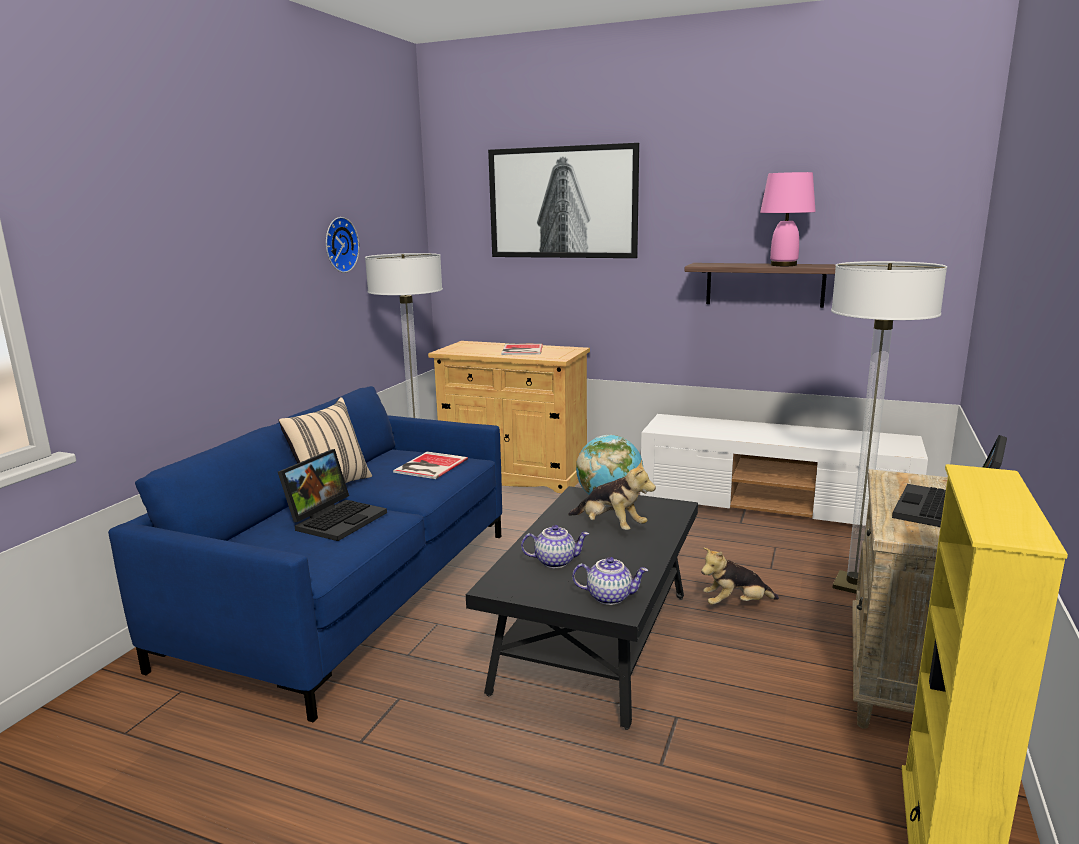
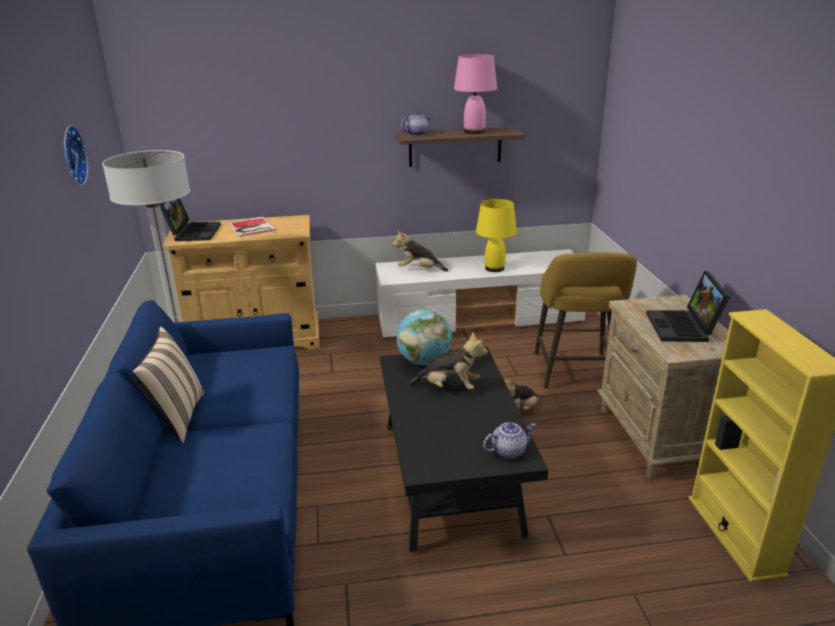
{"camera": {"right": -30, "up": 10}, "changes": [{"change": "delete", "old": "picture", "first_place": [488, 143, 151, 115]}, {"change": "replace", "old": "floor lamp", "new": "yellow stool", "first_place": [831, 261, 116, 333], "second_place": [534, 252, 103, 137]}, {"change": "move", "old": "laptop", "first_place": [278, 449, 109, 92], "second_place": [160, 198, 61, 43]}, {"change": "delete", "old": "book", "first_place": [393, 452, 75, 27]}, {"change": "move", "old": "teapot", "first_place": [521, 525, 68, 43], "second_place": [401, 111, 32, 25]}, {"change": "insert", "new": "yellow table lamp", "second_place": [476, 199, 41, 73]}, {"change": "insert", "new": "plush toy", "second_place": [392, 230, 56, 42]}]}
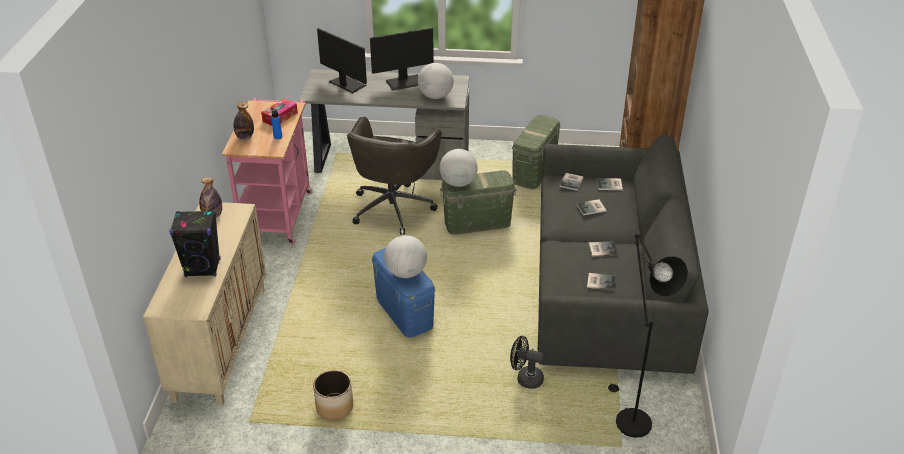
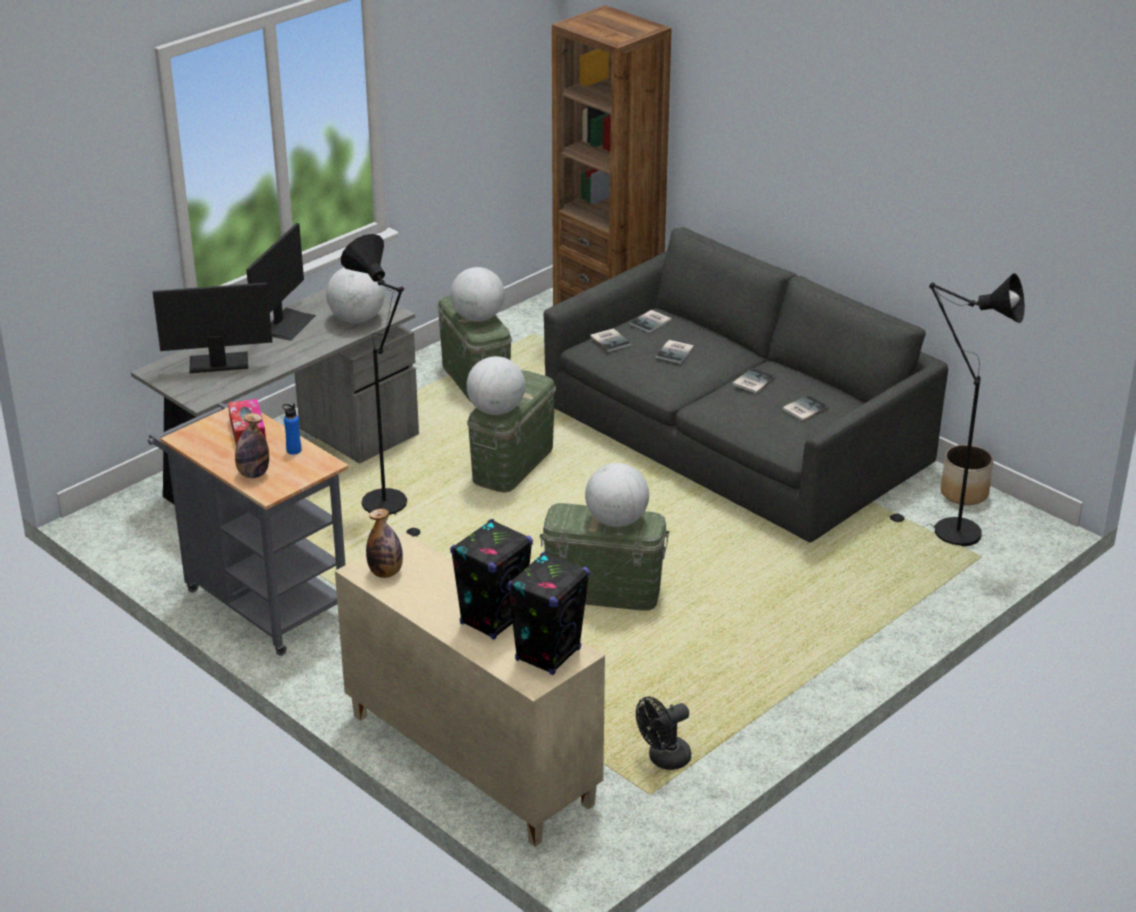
{"camera": {"right": -50, "up": -5}, "changes": [{"change": "recolor", "old": "pink cart", "new": "grey cart", "first_place": [222, 98, 91, 146], "second_place": [148, 402, 201, 254]}, {"change": "replace", "old": "grey office chair", "new": "black floor lamp", "first_place": [347, 117, 95, 118], "second_place": [341, 234, 80, 303]}, {"change": "recolor", "old": "blue storage box", "new": "green storage box", "first_place": [372, 248, 63, 89], "second_place": [540, 503, 129, 108]}, {"change": "move", "old": "black fan", "first_place": [510, 336, 34, 53], "second_place": [636, 697, 55, 73]}, {"change": "move", "old": "planter", "first_place": [313, 370, 40, 50], "second_place": [941, 445, 52, 60]}, {"change": "insert", "new": "globe", "second_place": [450, 267, 55, 55]}, {"change": "insert", "new": "black speaker", "second_place": [507, 551, 83, 124]}]}
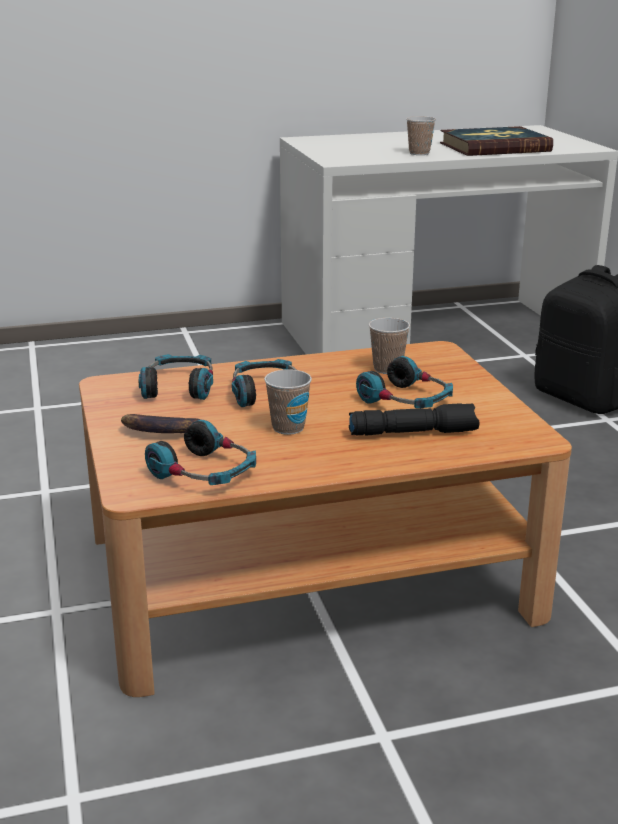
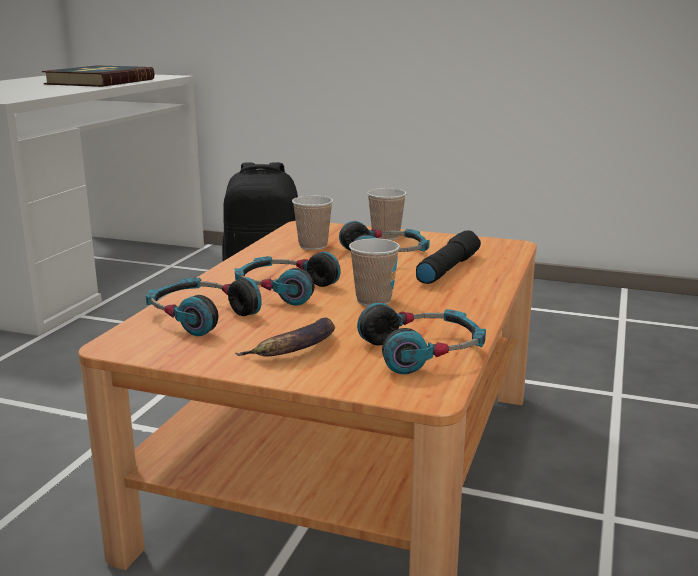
{"camera": {"right": -55, "up": -5}, "changes": [{"change": "move", "old": "cup", "first_place": [406, 116, 30, 39], "second_place": [367, 188, 40, 52]}]}
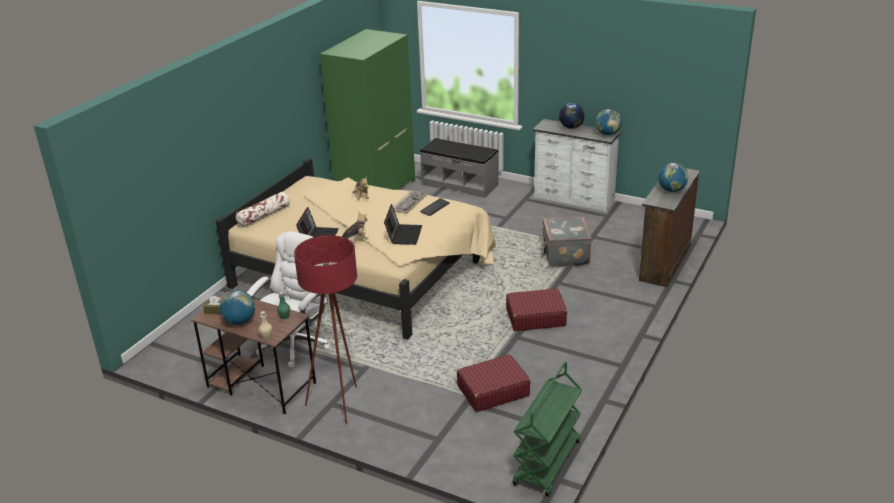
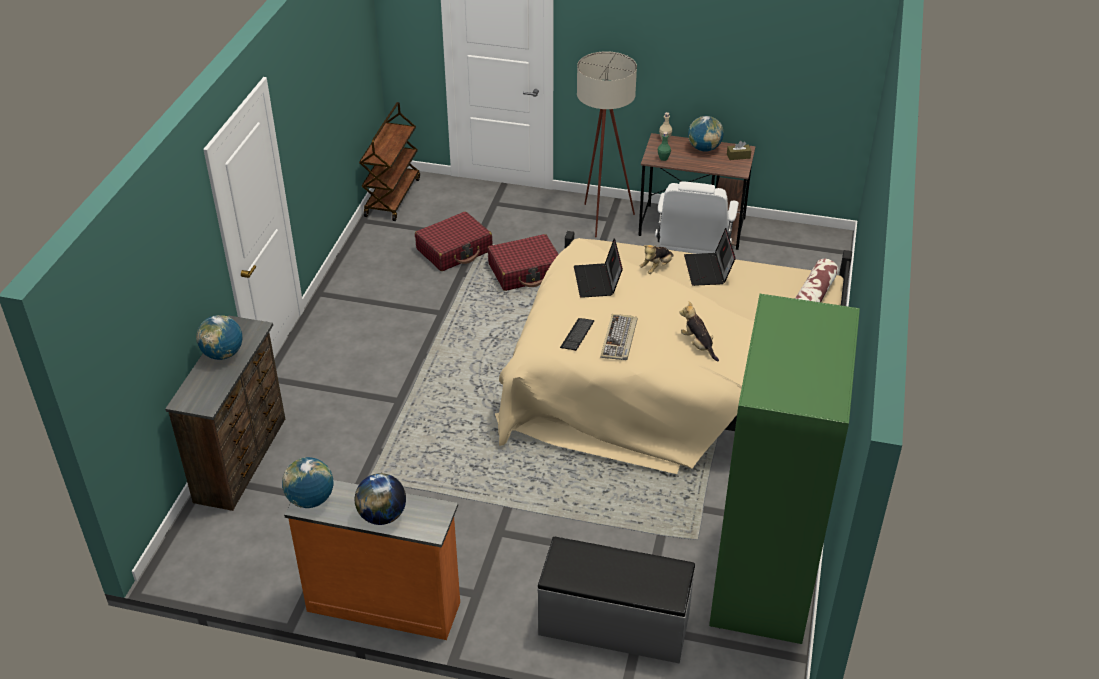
{"camera": {"right": 165, "up": 10}, "changes": [{"change": "recolor", "old": "white dresser", "new": "orange dresser", "first_place": [533, 119, 88, 93], "second_place": [284, 480, 176, 160]}, {"change": "delete", "old": "grey suitcase", "first_place": [542, 217, 49, 51]}, {"change": "recolor", "old": "red floor lamp", "new": "beige floor lamp", "first_place": [294, 235, 63, 190], "second_place": [577, 51, 60, 186]}, {"change": "move", "old": "red suitcase", "first_place": [506, 288, 61, 43], "second_place": [487, 234, 72, 57]}, {"change": "recolor", "old": "green cart", "new": "brown cart", "first_place": [513, 362, 69, 135], "second_place": [359, 102, 61, 119]}]}
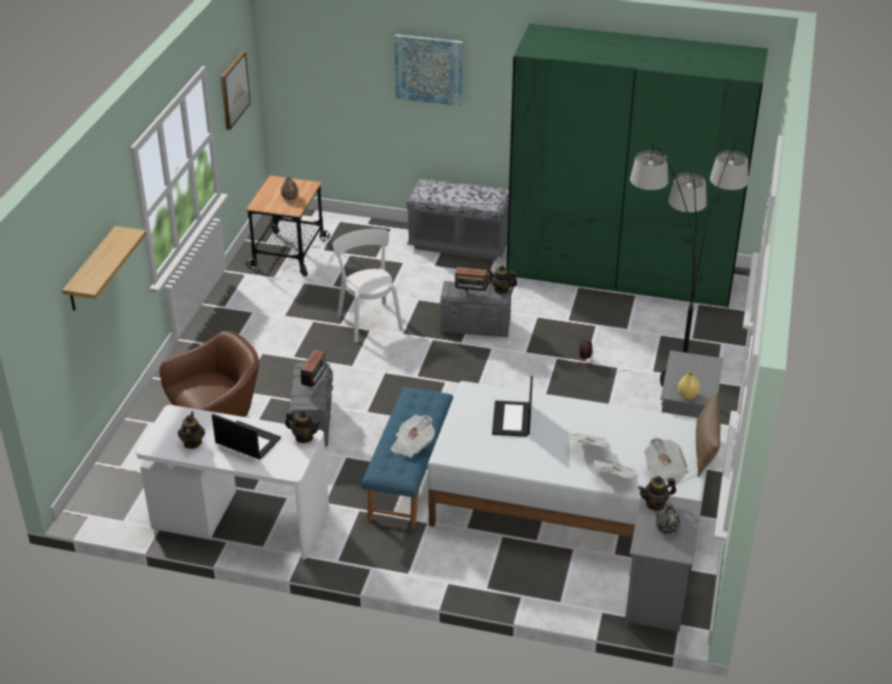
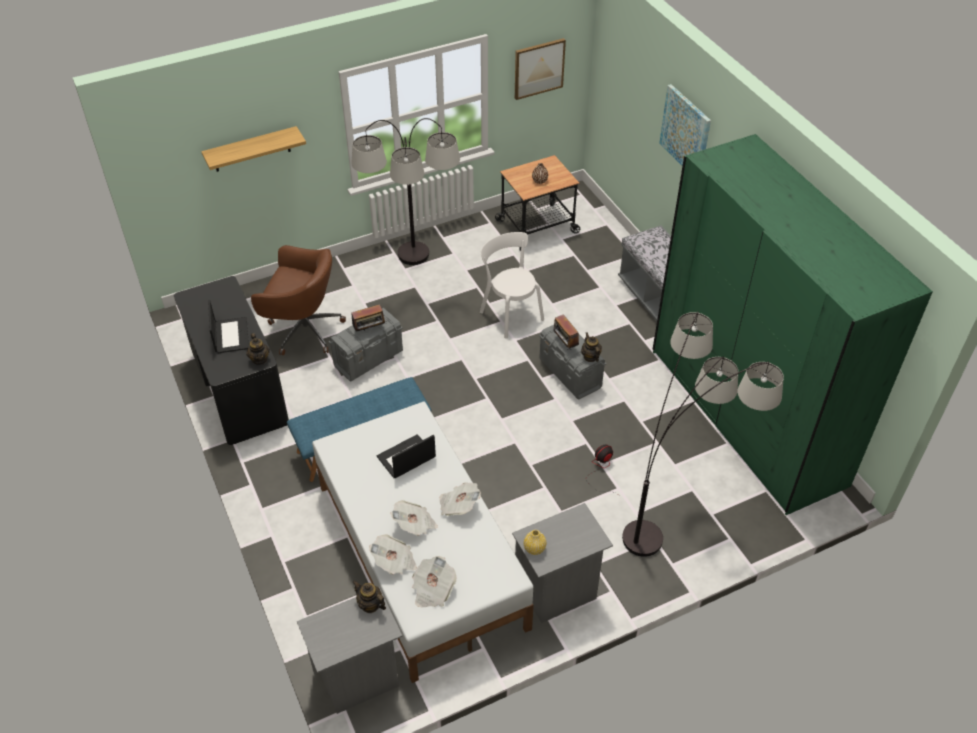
{"camera": {"right": 50, "up": 10}, "changes": [{"change": "rotate", "old": "white chair", "first_place": [333, 229, 70, 113], "second_place": [480, 232, 64, 107], "degrees": -60}, {"change": "delete", "old": "brown pillow", "first_place": [696, 392, 24, 85]}, {"change": "recolor", "old": "white desk", "new": "black desk", "first_place": [136, 405, 193, 155], "second_place": [174, 276, 115, 169]}, {"change": "delete", "old": "teapot", "first_place": [178, 411, 27, 38]}, {"change": "move", "old": "newspaper", "first_place": [391, 415, 44, 43], "second_place": [439, 482, 42, 34]}, {"change": "delete", "old": "black vase", "first_place": [656, 504, 25, 30]}, {"change": "insert", "new": "floor lamp", "second_place": [352, 118, 108, 147]}]}
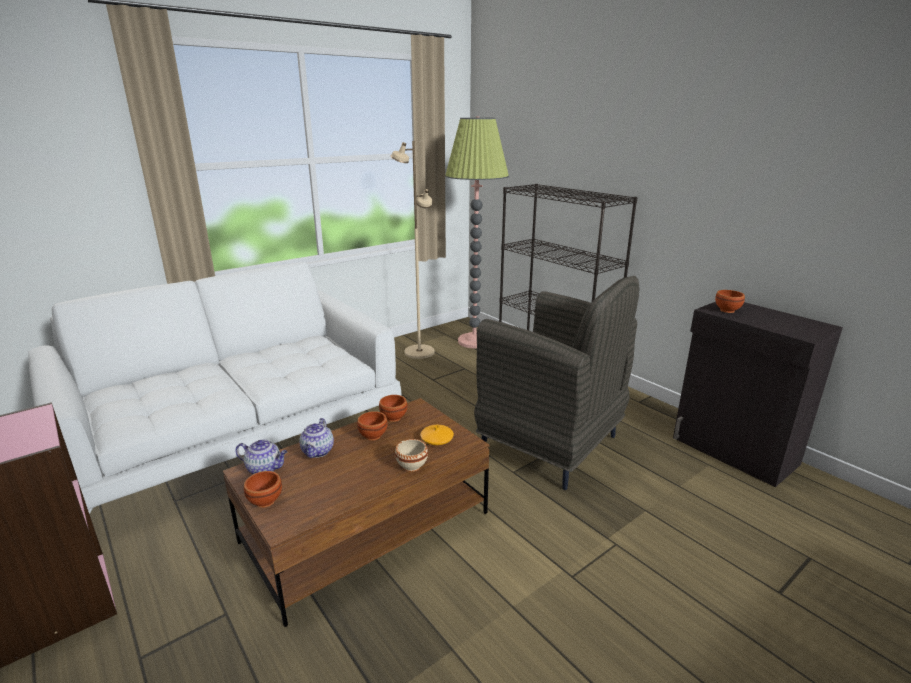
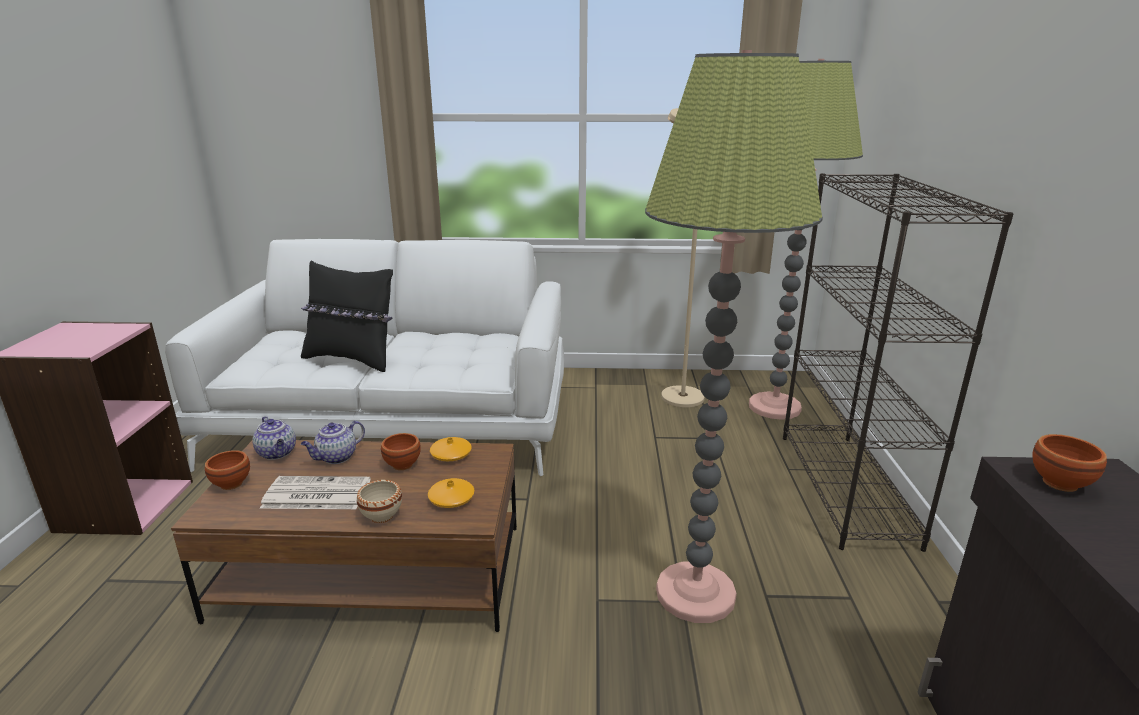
{"camera": {"right": 40, "up": 0}, "changes": [{"change": "replace", "old": "grey armchair", "new": "floor lamp", "first_place": [474, 276, 166, 214], "second_place": [645, 50, 178, 573]}, {"change": "replace", "old": "brown bowl", "new": "orange vase", "first_place": [379, 395, 28, 27], "second_place": [430, 437, 42, 24]}, {"change": "insert", "new": "black pillow", "second_place": [301, 261, 92, 111]}, {"change": "insert", "new": "newspaper", "second_place": [260, 476, 111, 33]}]}
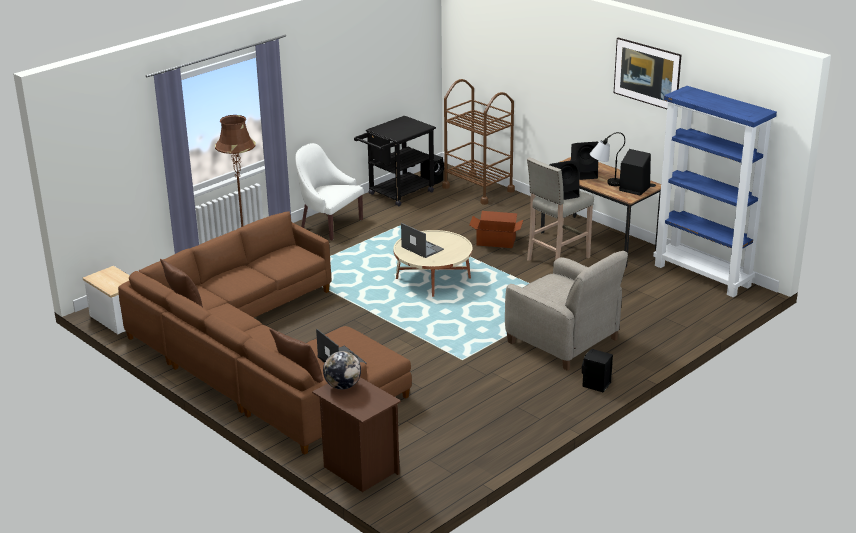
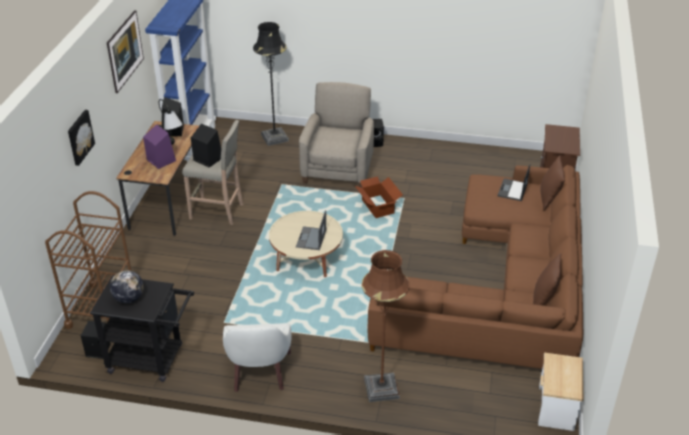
{"camera": {"right": -125, "up": 10}, "changes": [{"change": "recolor", "old": "black speaker", "new": "purple speaker", "first_place": [571, 142, 28, 38], "second_place": [143, 124, 33, 45]}, {"change": "move", "old": "cardboard box", "first_place": [469, 211, 54, 37], "second_place": [354, 176, 49, 42]}, {"change": "move", "old": "globe", "first_place": [323, 351, 38, 38], "second_place": [110, 270, 34, 33]}, {"change": "insert", "new": "black floor lamp", "second_place": [253, 22, 36, 124]}, {"change": "insert", "new": "picture", "second_place": [68, 110, 27, 56]}]}
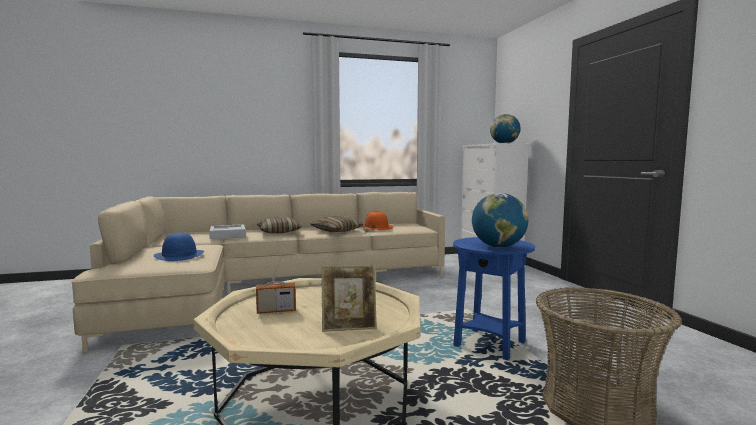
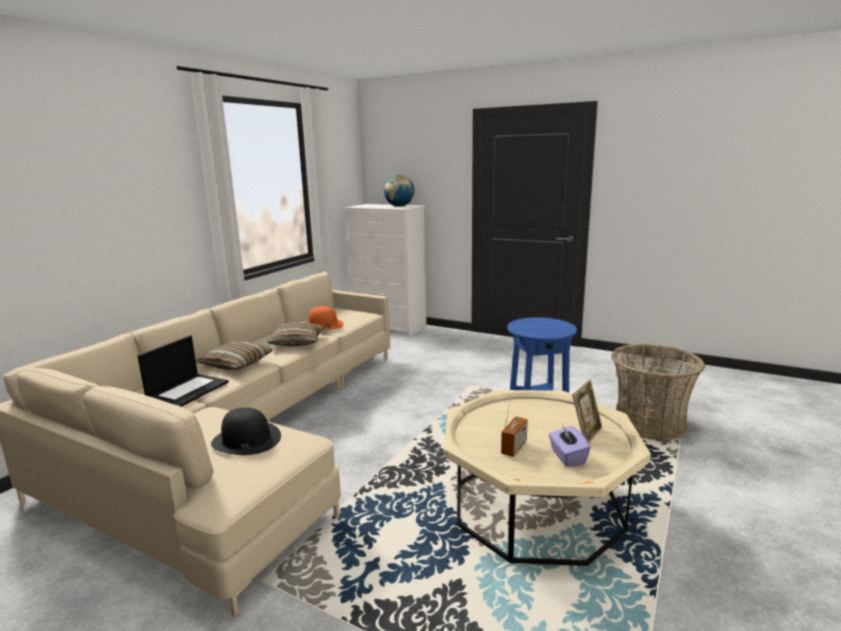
{"camera": {"right": -45, "up": 10}, "changes": [{"change": "delete", "old": "globe", "first_place": [472, 193, 56, 55]}, {"change": "replace", "old": "grey tray", "new": "laptop", "first_place": [209, 224, 37, 15], "second_place": [137, 335, 92, 72]}, {"change": "recolor", "old": "blue hat", "new": "black hat", "first_place": [154, 232, 50, 29], "second_place": [211, 407, 70, 48]}, {"change": "insert", "new": "purple tissue box", "second_place": [549, 424, 41, 42]}]}
